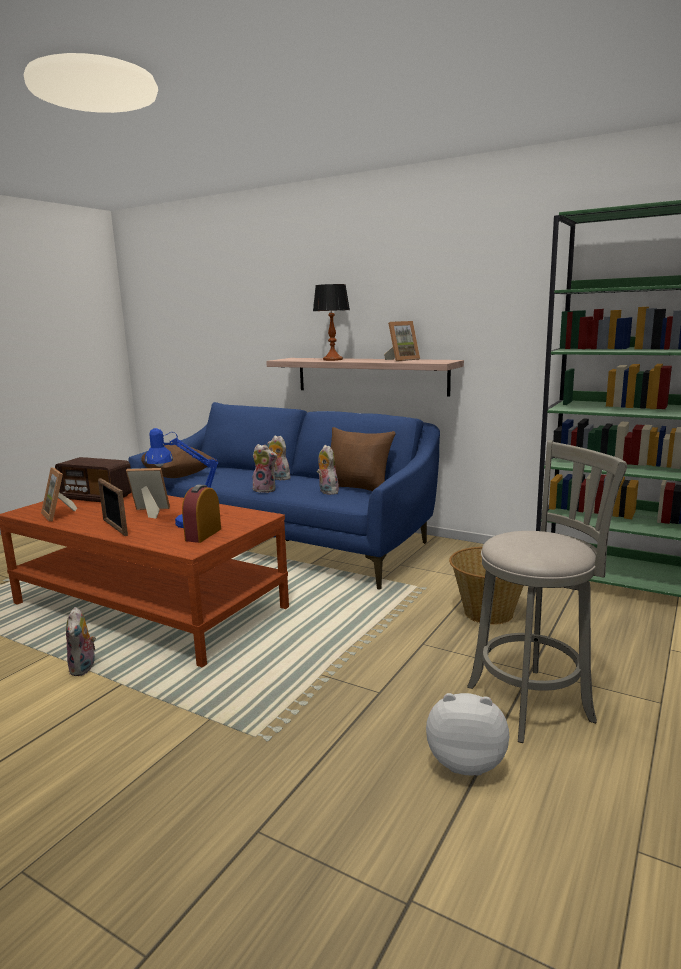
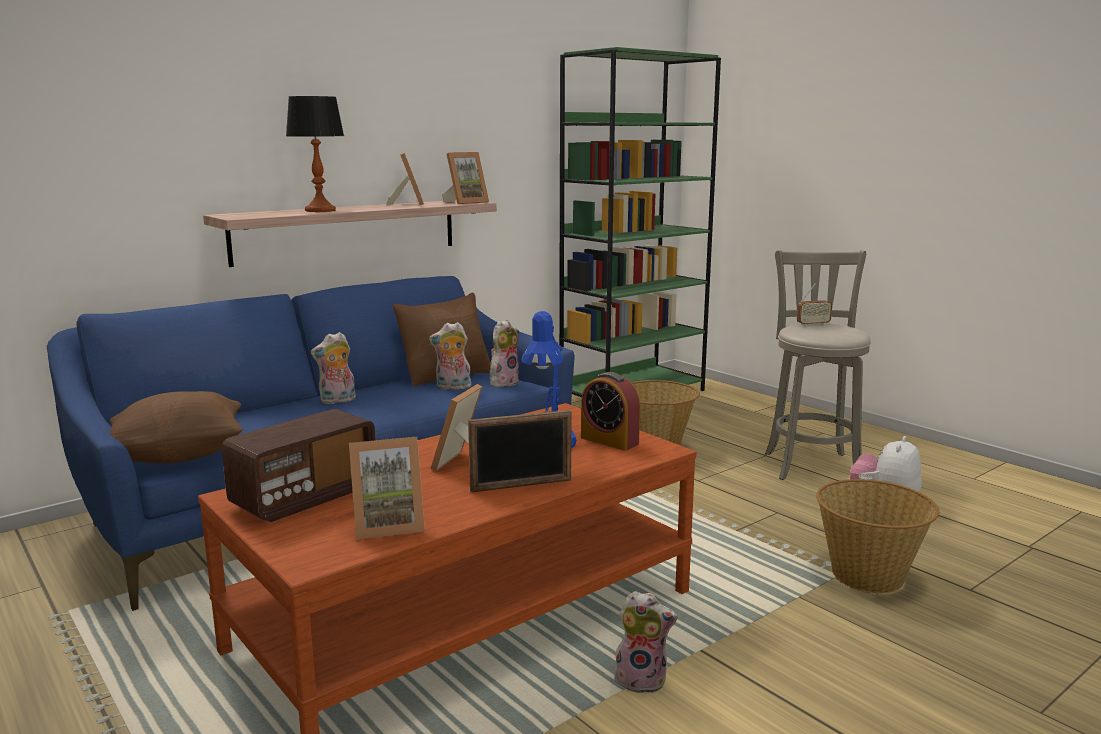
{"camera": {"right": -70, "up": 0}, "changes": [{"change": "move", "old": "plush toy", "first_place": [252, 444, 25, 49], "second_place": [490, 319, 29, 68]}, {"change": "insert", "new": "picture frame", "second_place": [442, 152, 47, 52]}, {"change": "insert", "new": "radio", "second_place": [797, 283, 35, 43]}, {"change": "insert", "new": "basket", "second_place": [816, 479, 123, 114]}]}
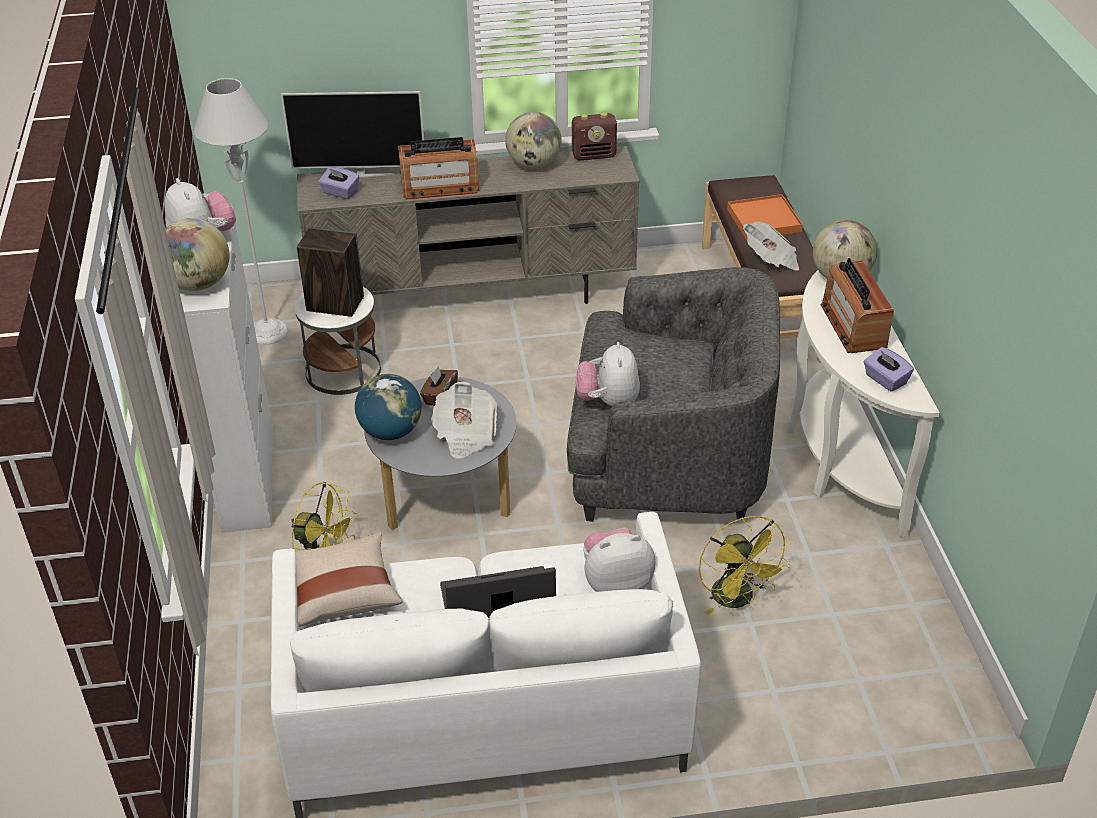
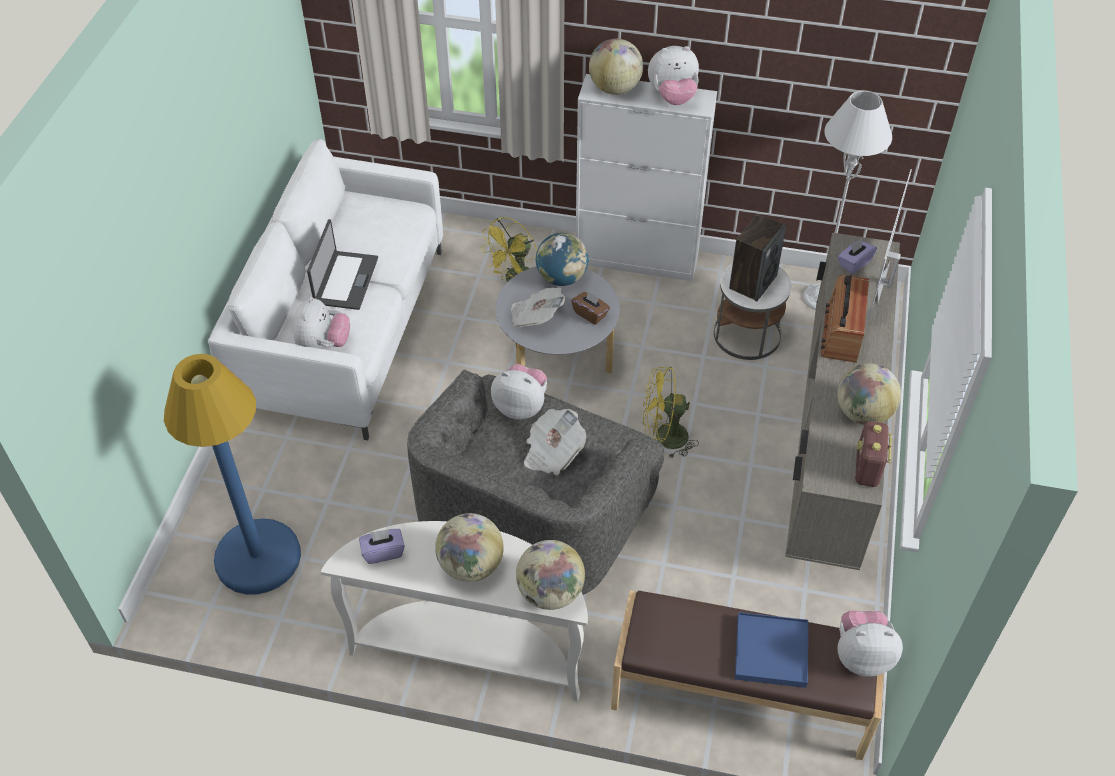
{"camera": {"right": 110, "up": 10}, "changes": [{"change": "recolor", "old": "orange tray", "new": "blue tray", "first_place": [727, 194, 76, 46], "second_place": [735, 612, 73, 76]}, {"change": "move", "old": "newspaper", "first_place": [743, 222, 56, 49], "second_place": [524, 409, 62, 66]}, {"change": "replace", "old": "radio", "new": "globe", "first_place": [821, 258, 73, 95], "second_place": [435, 513, 69, 69]}, {"change": "move", "old": "yellow fan", "first_place": [699, 516, 92, 99], "second_place": [643, 367, 56, 92]}, {"change": "delete", "old": "beige pillow", "first_place": [296, 532, 107, 95]}, {"change": "insert", "new": "blue floor lamp", "second_place": [164, 354, 137, 240]}, {"change": "insert", "new": "plush toy", "second_place": [837, 611, 66, 66]}]}
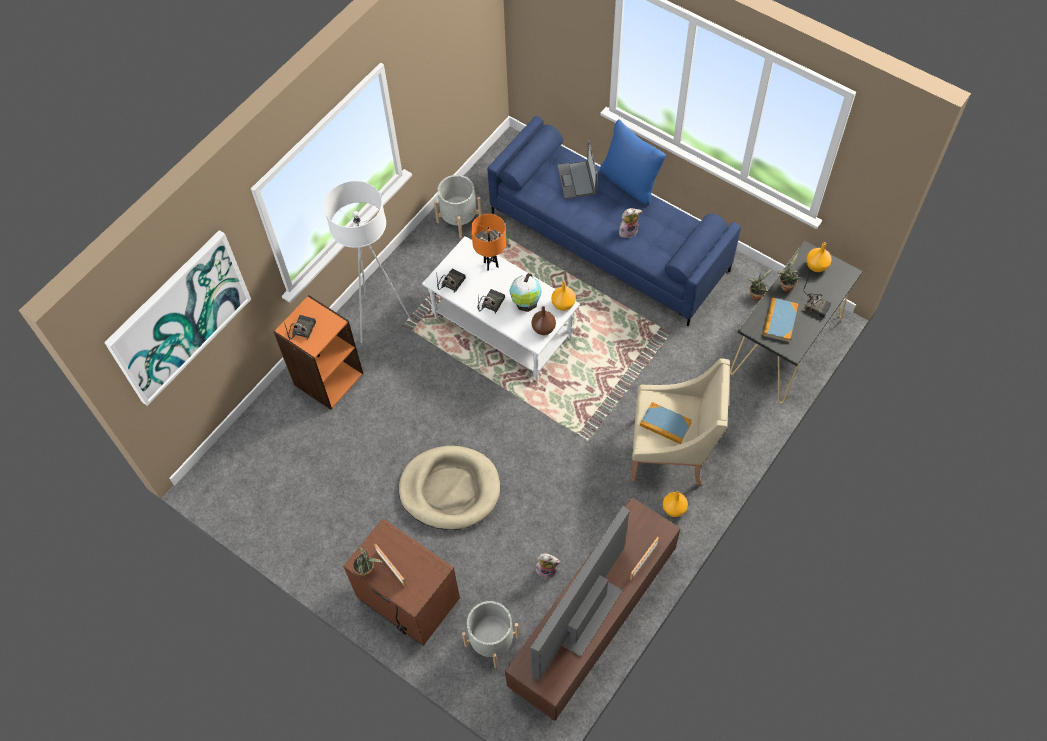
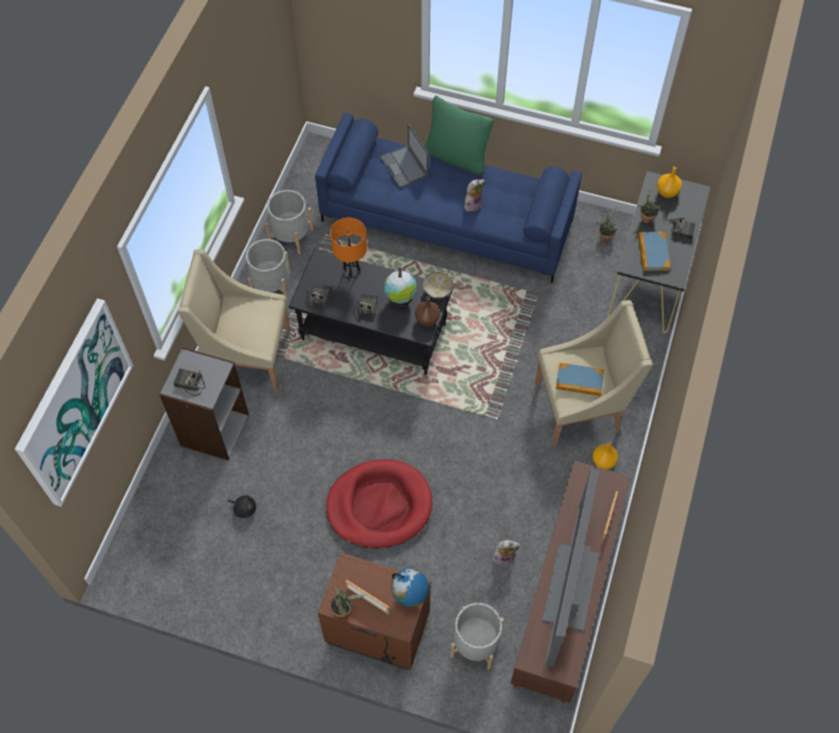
{"camera": {"right": -20, "up": 0}, "changes": [{"change": "recolor", "old": "blue pillow", "new": "green pillow", "first_place": [600, 119, 66, 86], "second_place": [424, 96, 70, 79]}, {"change": "replace", "old": "white floor lamp", "new": "beige armchair", "first_place": [324, 181, 88, 162], "second_place": [178, 249, 112, 143]}, {"change": "recolor", "old": "white coffee table", "new": "black coffee table", "first_place": [422, 236, 158, 145], "second_place": [289, 249, 165, 126]}, {"change": "replace", "old": "orange vase", "new": "bowl", "first_place": [551, 282, 25, 29], "second_place": [423, 272, 30, 26]}, {"change": "recolor", "old": "orange bookcase", "new": "grey bookcase", "first_place": [273, 295, 90, 115], "second_place": [159, 347, 90, 114]}, {"change": "rotate", "old": "radio", "first_place": [284, 315, 32, 25], "second_place": [173, 368, 32, 28], "degrees": -75}, {"change": "recolor", "old": "beige dog bed", "new": "red dog bed", "first_place": [399, 446, 101, 84], "second_place": [326, 459, 106, 89]}, {"change": "insert", "new": "grey planter", "second_place": [246, 239, 45, 61]}, {"change": "insert", "new": "black plush toy", "second_place": [227, 495, 29, 23]}, {"change": "insert", "new": "globe", "second_place": [391, 568, 38, 39]}]}
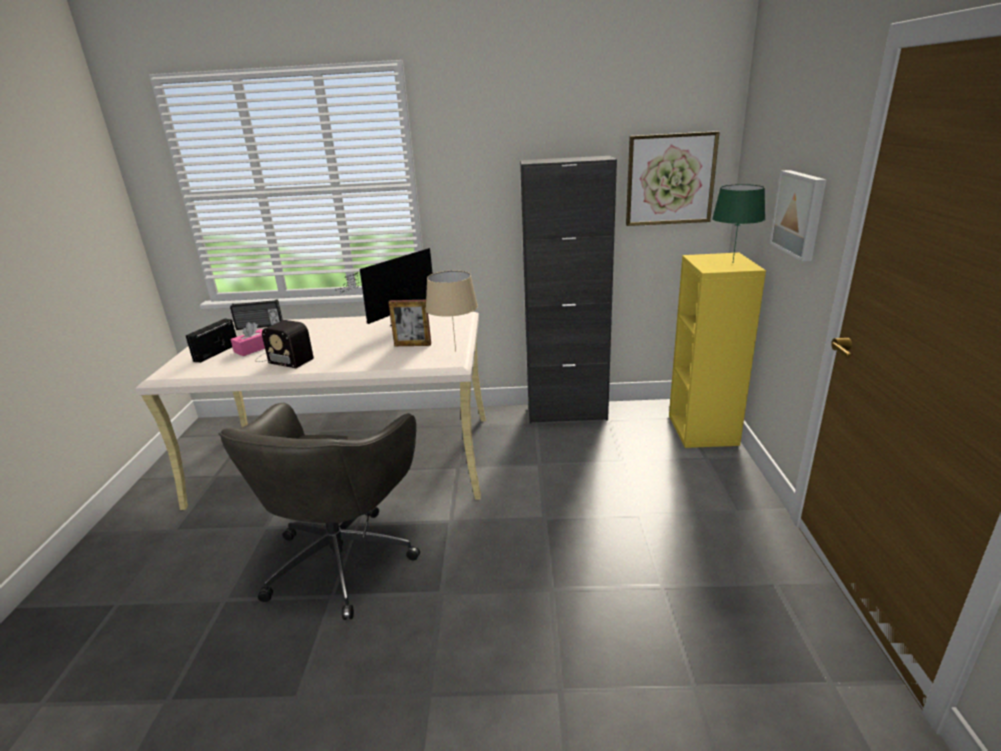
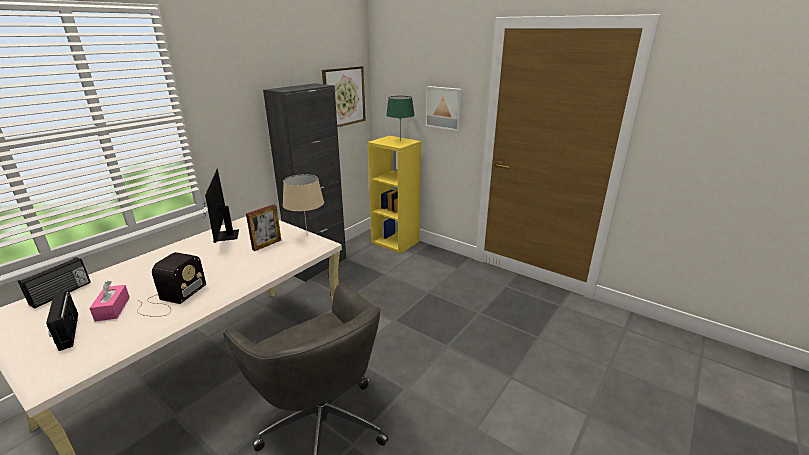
{"camera": {"right": -55, "up": 0}, "changes": [{"change": "rotate", "old": "radio", "first_place": [255, 320, 59, 48], "second_place": [137, 252, 69, 65], "degrees": -45}]}
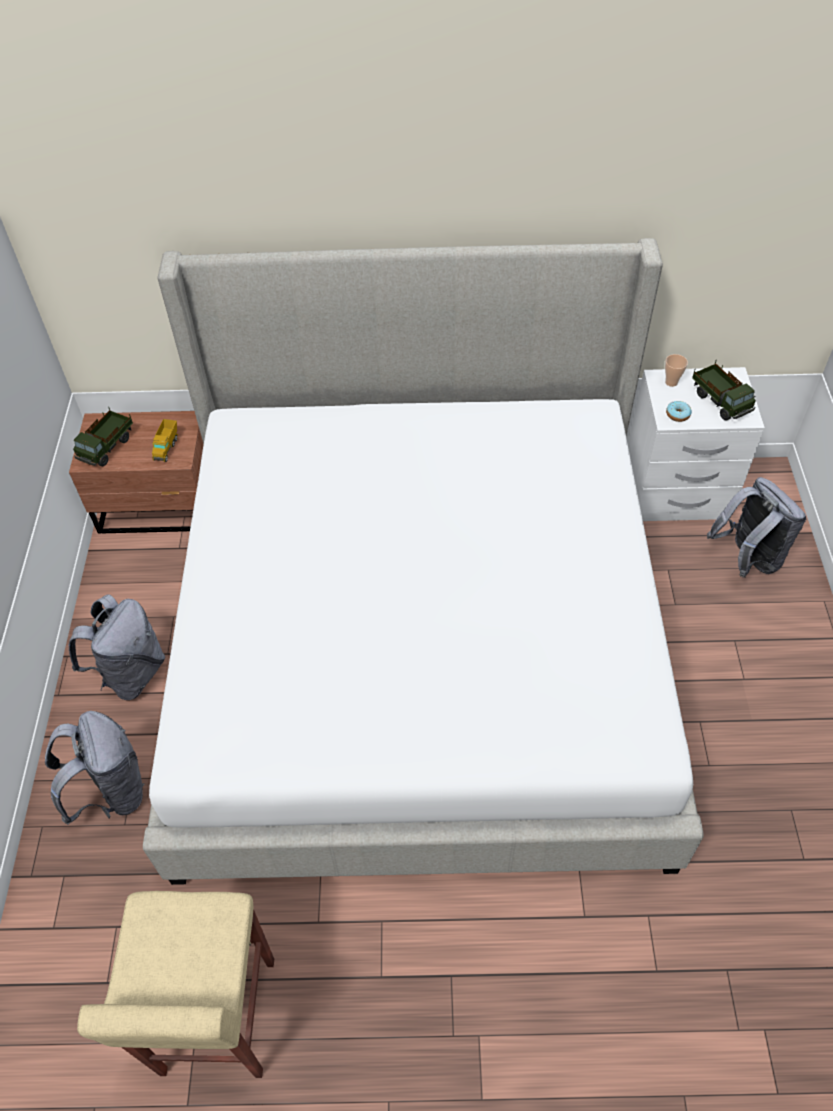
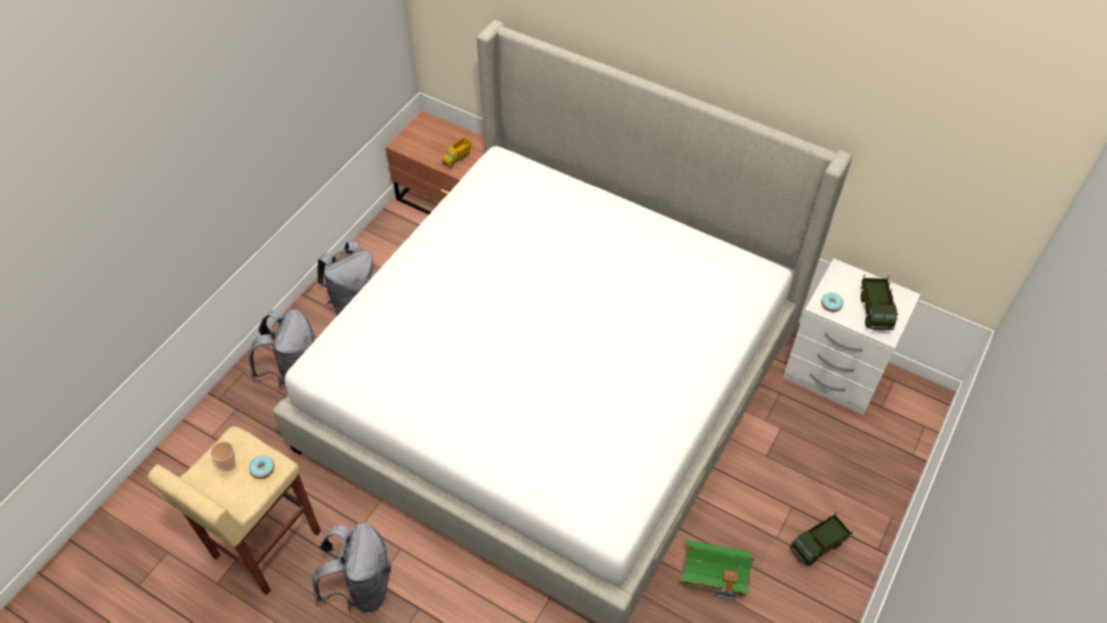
{"camera": {"right": 30, "up": 0}, "changes": [{"change": "move", "old": "cup", "first_place": [665, 354, 23, 33], "second_place": [210, 442, 26, 29]}, {"change": "move", "old": "toy truck", "first_place": [73, 406, 60, 60], "second_place": [790, 513, 63, 53]}, {"change": "move", "old": "grey backpack", "first_place": [707, 477, 99, 101], "second_place": [312, 523, 79, 89]}, {"change": "insert", "new": "donut", "second_place": [249, 455, 25, 24]}, {"change": "insert", "new": "toy house", "second_place": [680, 540, 74, 60]}]}
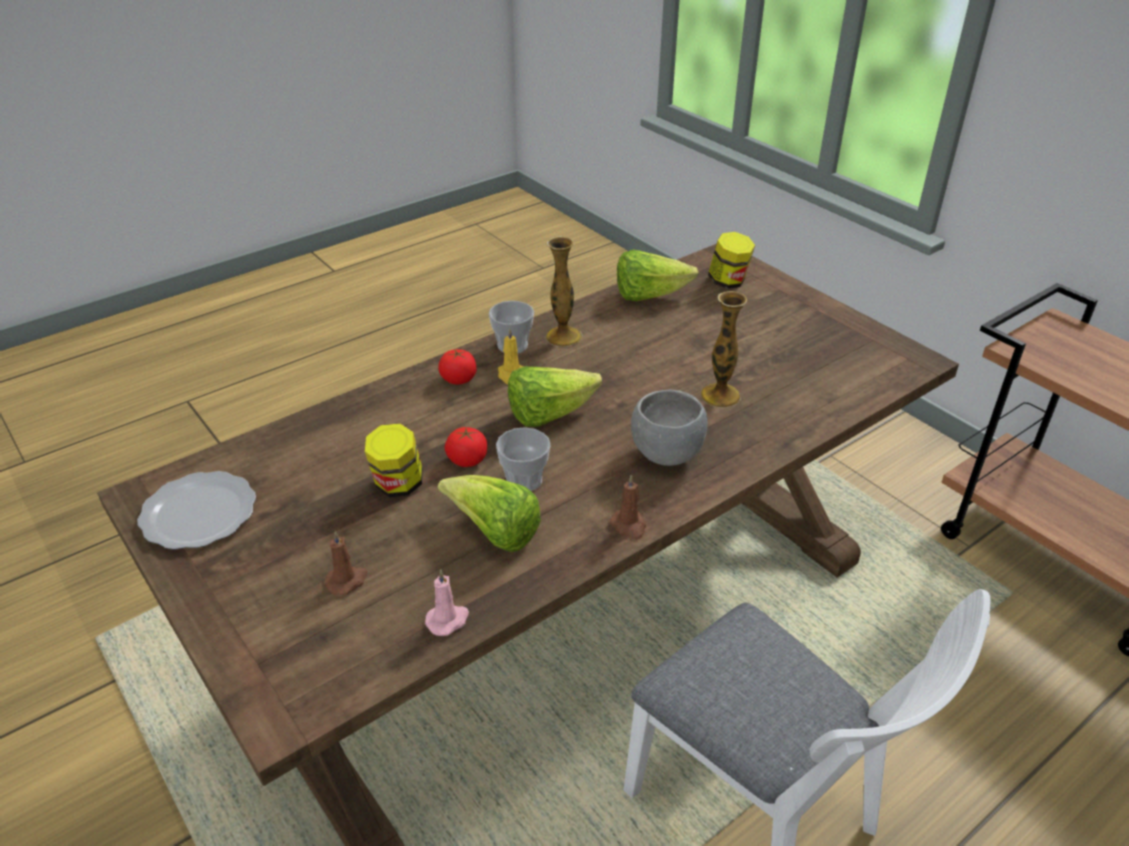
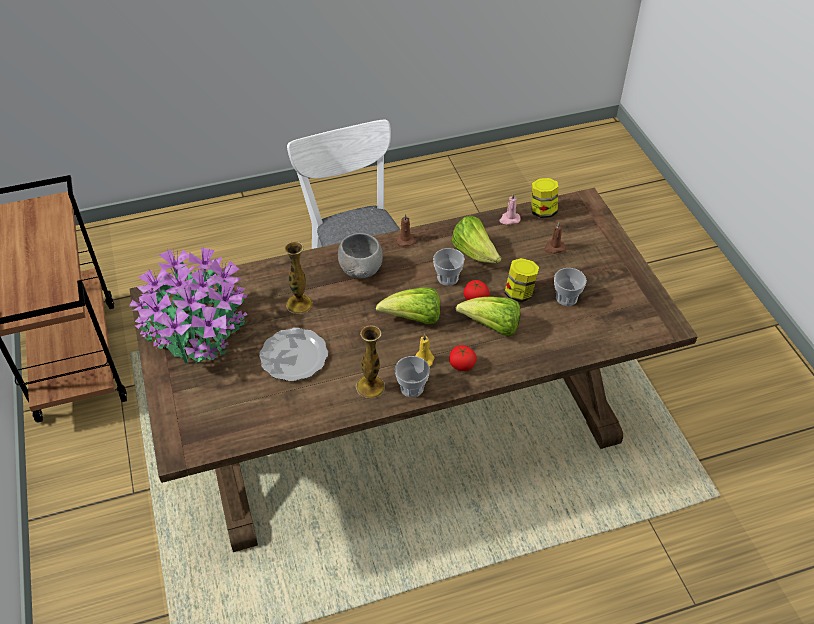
{"camera": {"right": -160, "up": 10}, "changes": [{"change": "move", "old": "jar", "first_place": [708, 232, 47, 57], "second_place": [531, 178, 28, 40]}, {"change": "move", "old": "lettuce", "first_place": [617, 249, 81, 52], "second_place": [456, 297, 65, 39]}, {"change": "move", "old": "plate", "first_place": [137, 471, 119, 79], "second_place": [259, 328, 69, 53]}, {"change": "insert", "new": "potted plant", "second_place": [129, 247, 119, 117]}, {"change": "insert", "new": "cup", "second_place": [554, 268, 33, 38]}]}
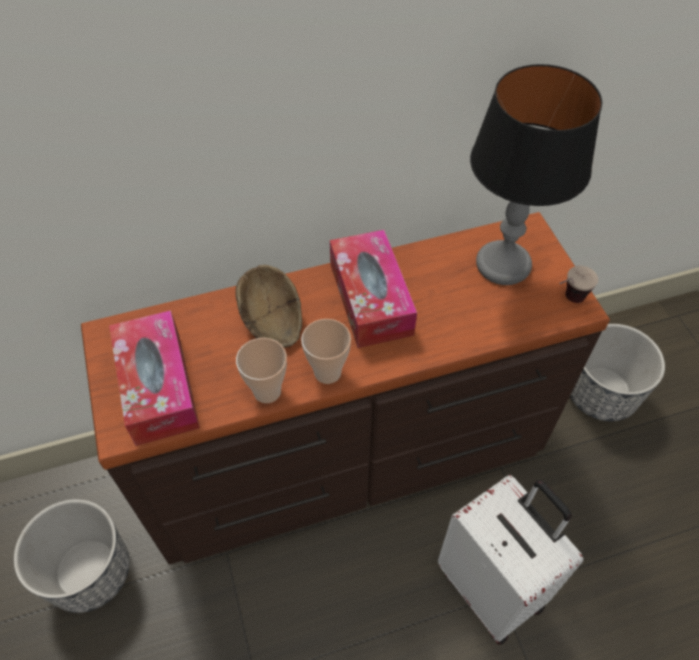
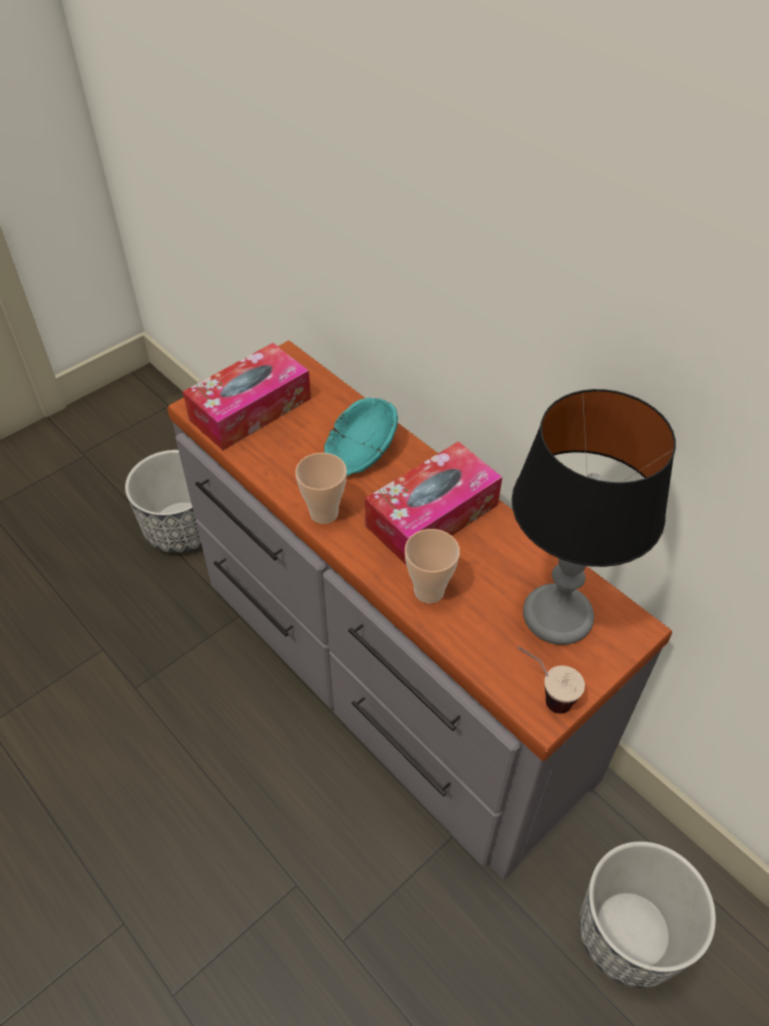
{"camera": {"right": 65, "up": -5}, "changes": [{"change": "recolor", "old": "brown dresser", "new": "grey dresser", "first_place": [81, 212, 529, 353], "second_place": [167, 340, 505, 540]}, {"change": "recolor", "old": "brown bowl", "new": "turquoise bowl", "first_place": [235, 265, 67, 83], "second_place": [324, 398, 74, 78]}, {"change": "move", "old": "cup", "first_place": [236, 338, 51, 65], "second_place": [405, 529, 55, 74]}, {"change": "delete", "old": "white suitcase", "first_place": [438, 475, 145, 170]}]}
